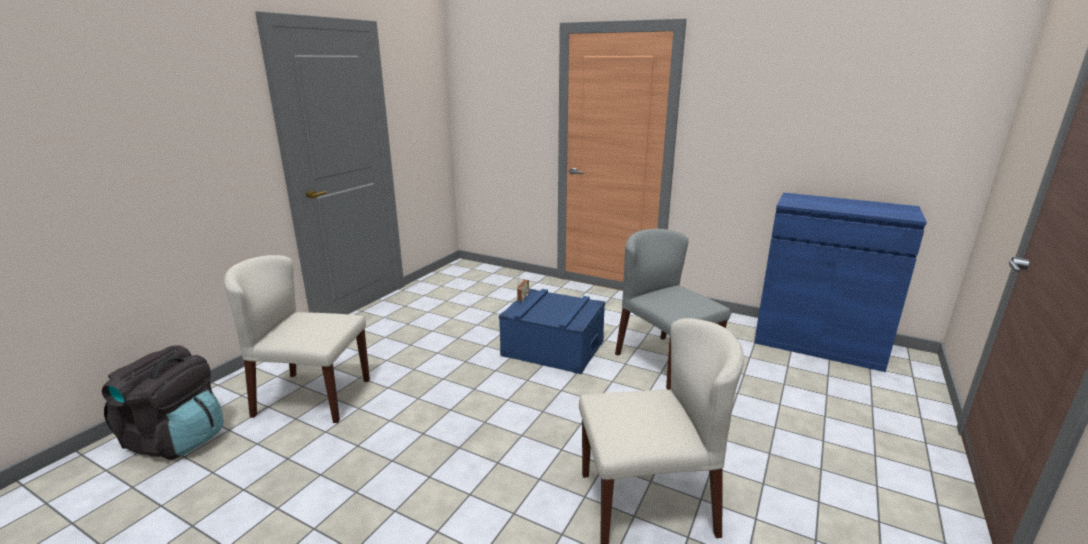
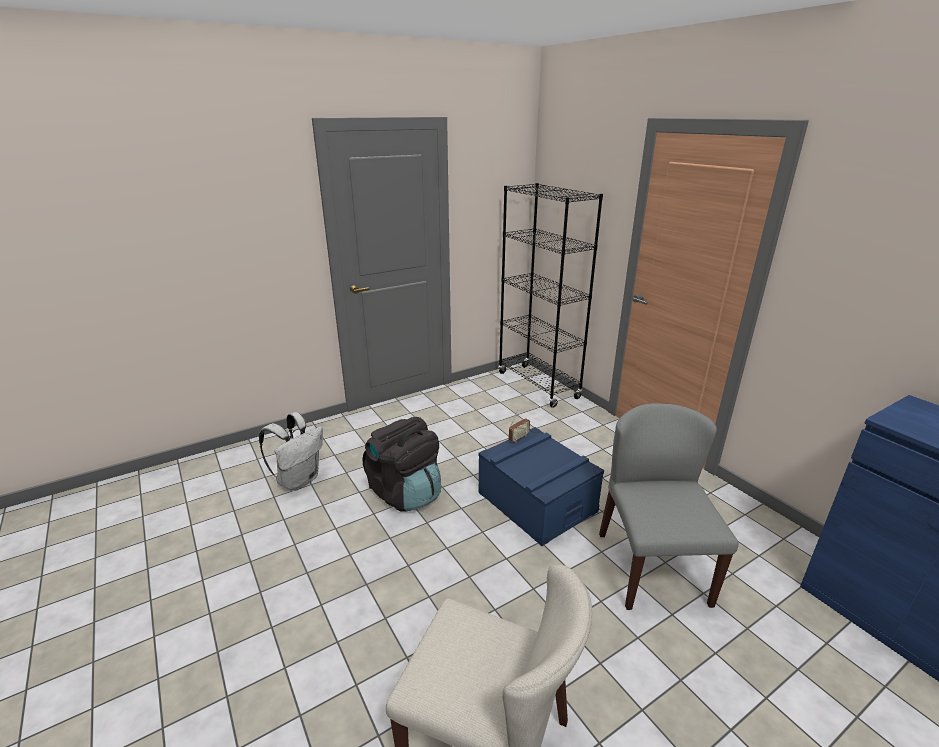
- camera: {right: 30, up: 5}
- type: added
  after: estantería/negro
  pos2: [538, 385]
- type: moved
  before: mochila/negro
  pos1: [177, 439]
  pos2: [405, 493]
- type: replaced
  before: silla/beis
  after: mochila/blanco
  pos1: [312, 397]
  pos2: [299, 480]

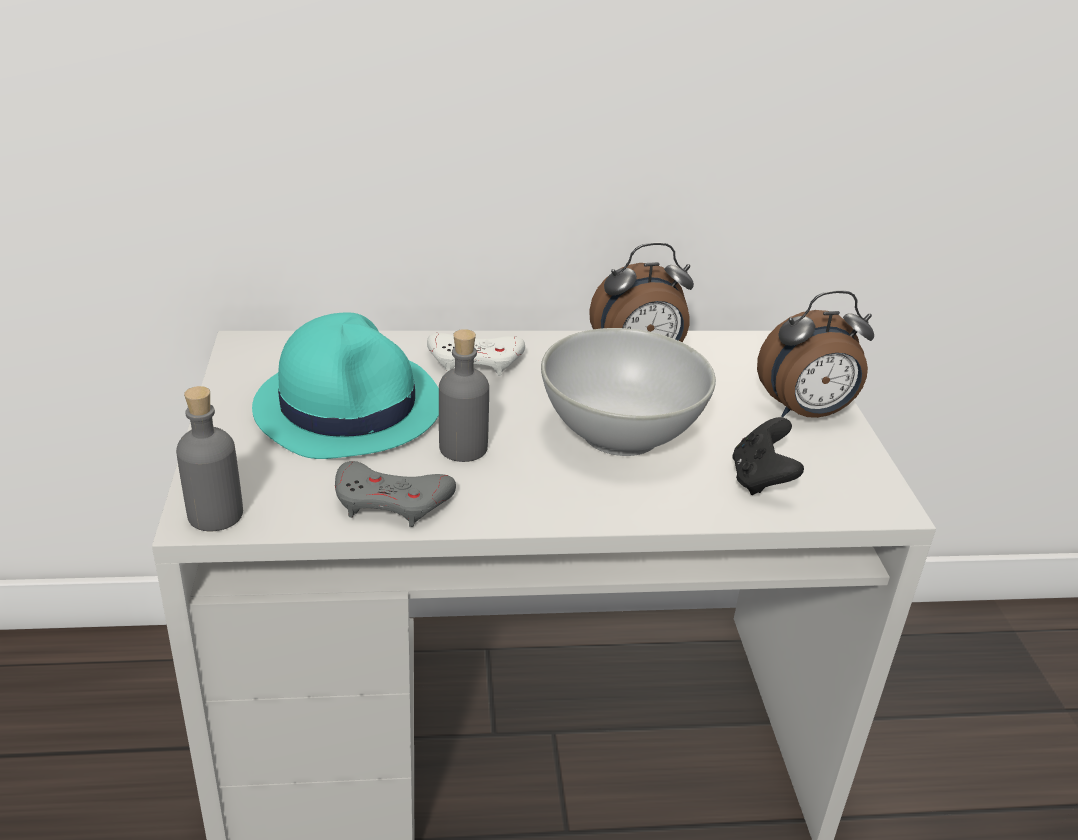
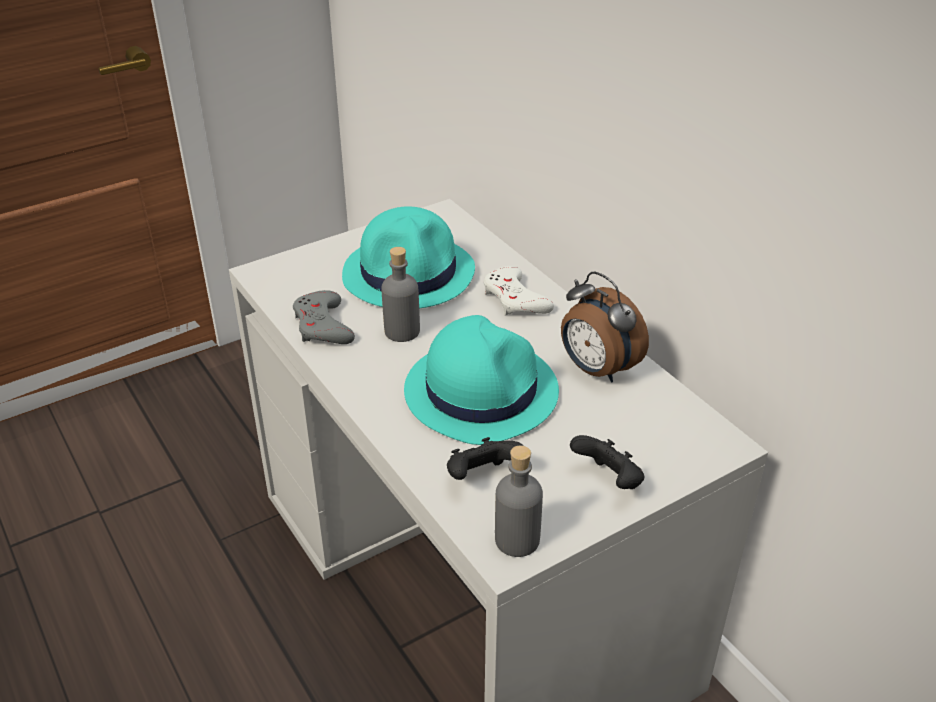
- camera: {right: 65, up: 5}
- type: moved
  before: botella/gris
  pos1: [215, 514]
  pos2: [517, 540]
- type: replaced
  before: cuenco/blanco
  after: sombrero/turquesa
  pos1: [619, 434]
  pos2: [481, 390]
- type: replaced
  before: despertador
  after: mando de consola/negro
  pos1: [806, 413]
  pos2: [608, 480]

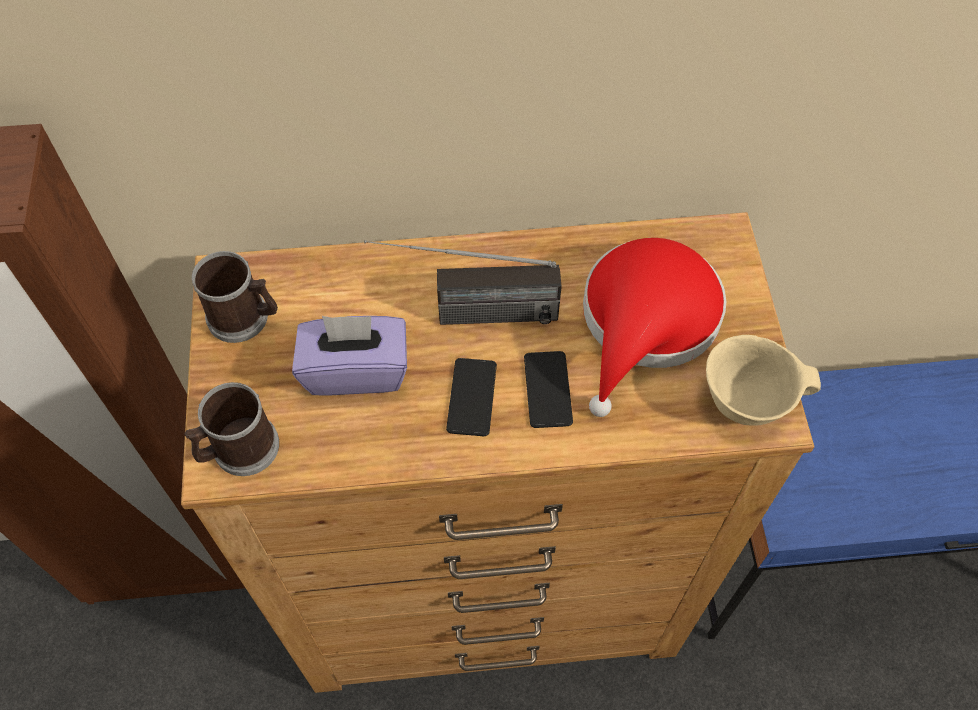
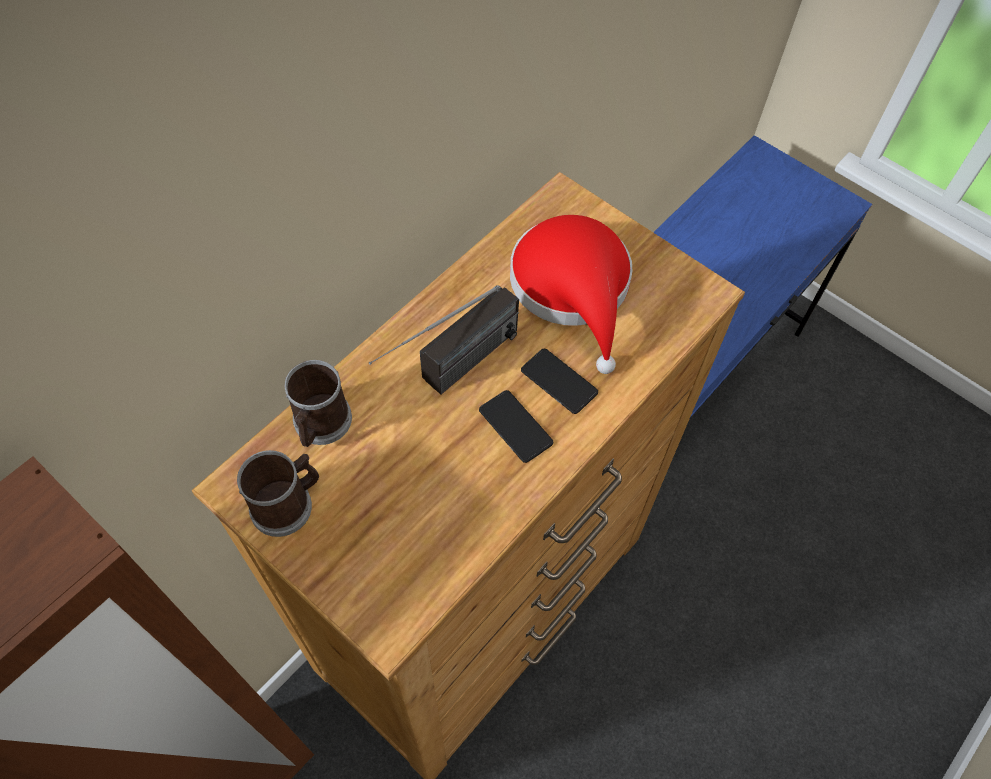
- camera: {right: -45, up: 0}
- type: removed
  before: caja de pañuelos/morado
  pos1: [356, 370]
- type: removed
  before: cuenco/beis
  pos1: [746, 400]
- type: moved
  before: taza grande
  pos1: [239, 450]
  pos2: [320, 425]

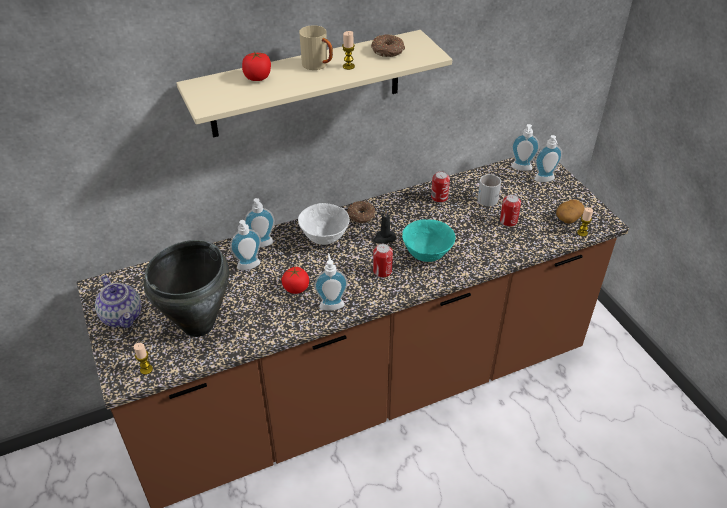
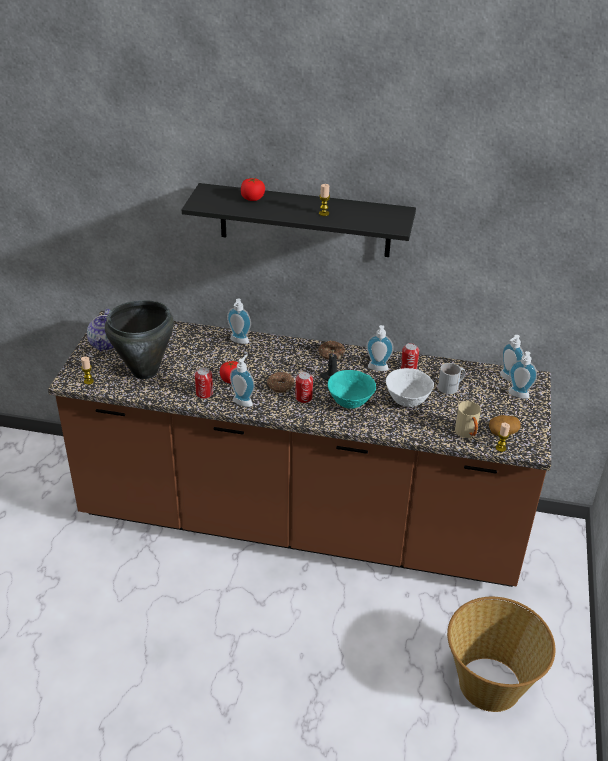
- camera: {right: 35, up: -5}
- type: added
  after: cesta
  pos2: [490, 683]
- type: moved
  before: dispensador de jabón
  pos1: [249, 267]
  pos2: [377, 369]
- type: moved
  before: cuenco/blanco
  pos1: [324, 238]
  pos2: [407, 401]
- type: moved
  before: taza grande/beis
  pos1: [318, 66]
  pos2: [467, 434]
- type: moved
  before: rosquilla
  pos1: [387, 51]
  pos2: [280, 386]
- type: moved
  before: lata
  pos1: [508, 221]
  pos2: [204, 393]
- type: recoloured
  before: estante/beis
  after: estante/negro
  pos1: [306, 84]
  pos2: [305, 220]

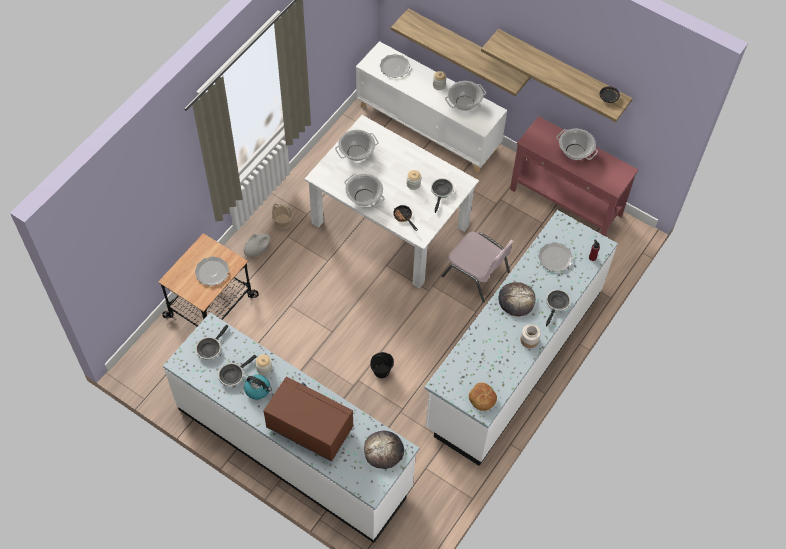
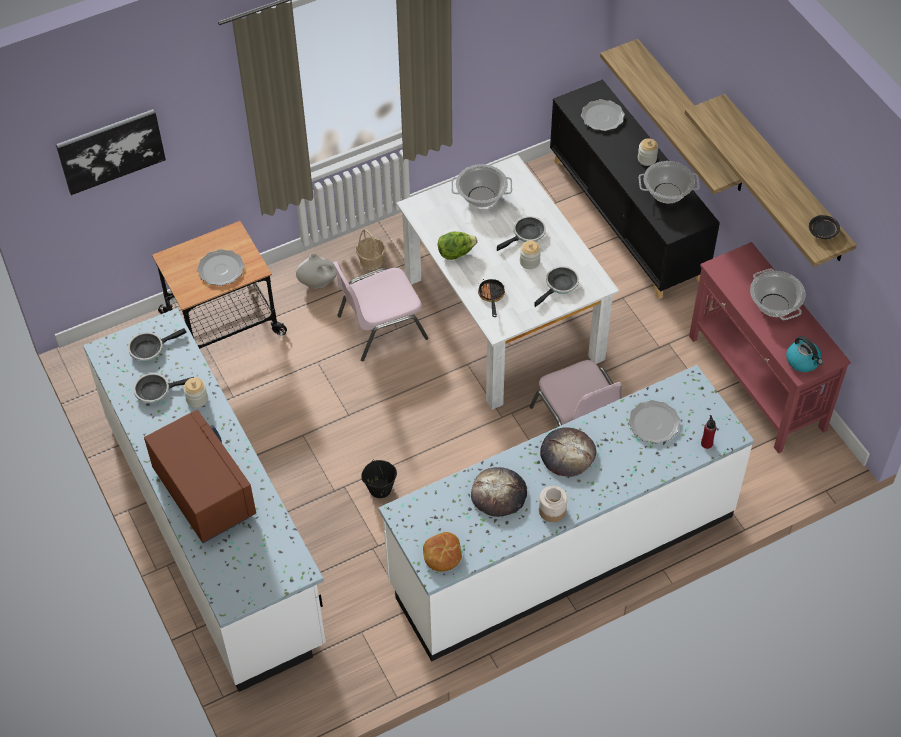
- camera: {right: 30, up: -5}
- type: added
  after: cuadro
  pos2: [110, 150]
- type: added
  after: silla/rosa
  pos2: [380, 327]
- type: moved
  before: hervidor
  pos1: [258, 389]
  pos2: [803, 361]
- type: moved
  before: pan
  pos1: [383, 450]
  pos2: [499, 494]
- type: moved
  before: sartén
  pos1: [557, 304]
  pos2: [527, 234]
- type: replaced
  before: olla
  after: lechuga
  pos1: [364, 197]
  pos2: [456, 253]
- type: recoloured
  before: armario/blanco
  after: armario/negro
  pos1: [428, 127]
  pos2: [626, 219]

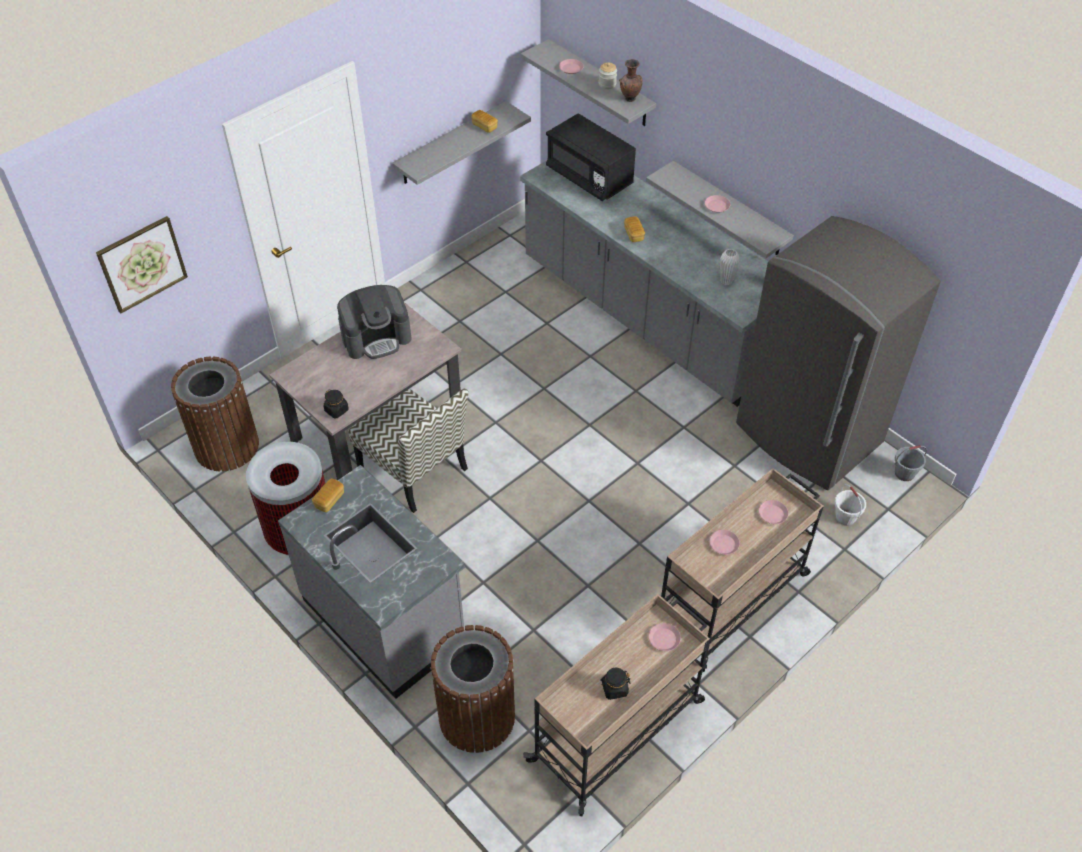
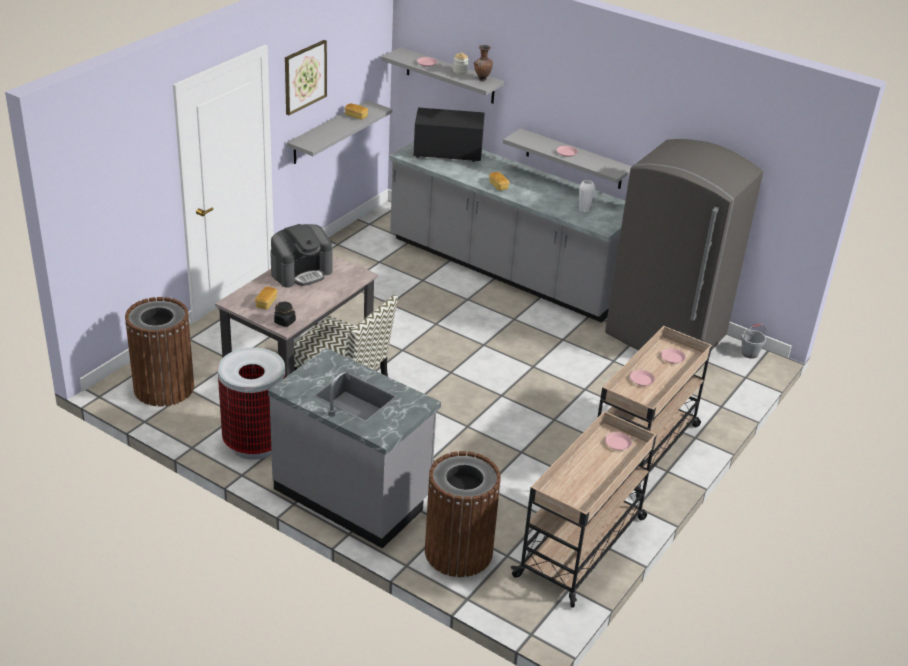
- camera: {right: -15, up: -15}
- type: removed
  before: tarro/negro
  pos1: [614, 689]
- type: removed
  before: cubo/blanco
  pos1: [845, 517]
- type: moved
  before: cuadro
  pos1: [142, 264]
  pos2: [305, 76]
- type: moved
  before: pan
  pos1: [329, 500]
  pos2: [266, 303]
- type: turned
  before: microondas/negro
  pos1: [589, 177]
  pos2: [447, 153]
  turn: 150

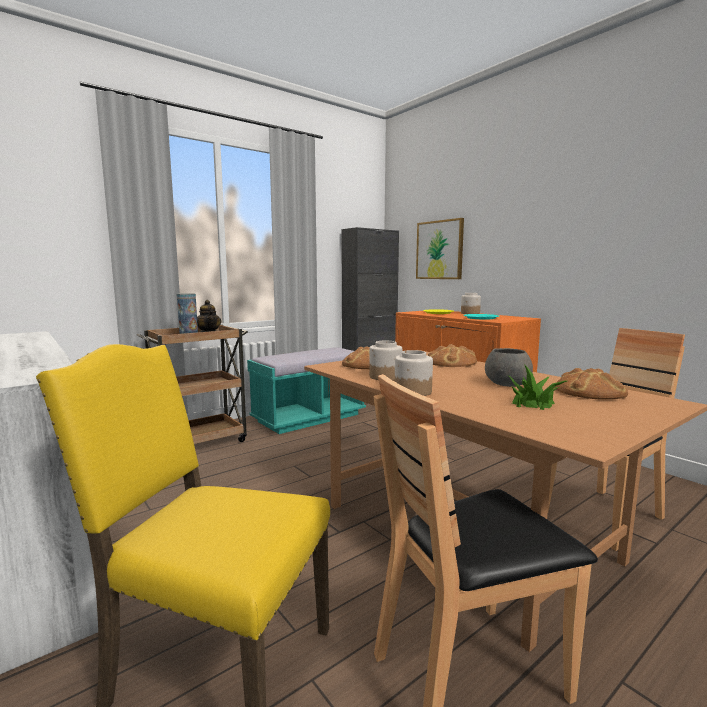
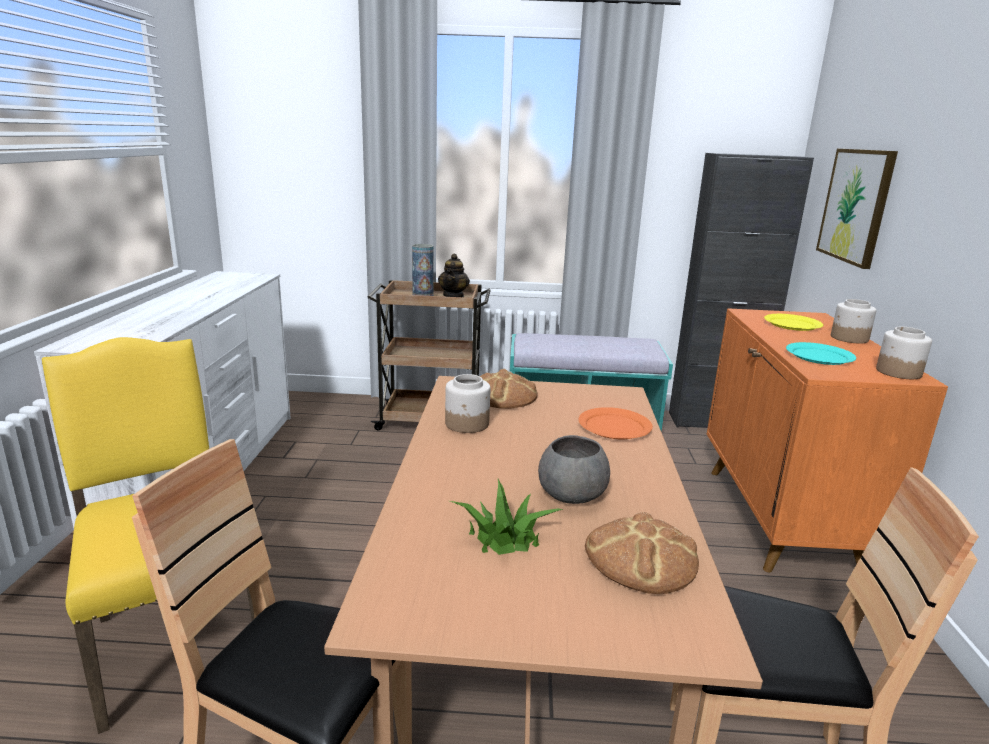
- camera: {right: 40, up: 10}
- type: moved
  before: tarro
  pos1: [412, 392]
  pos2: [898, 372]
- type: replaced
  before: pan
  after: plato/naranja
  pos1: [451, 362]
  pos2: [615, 427]

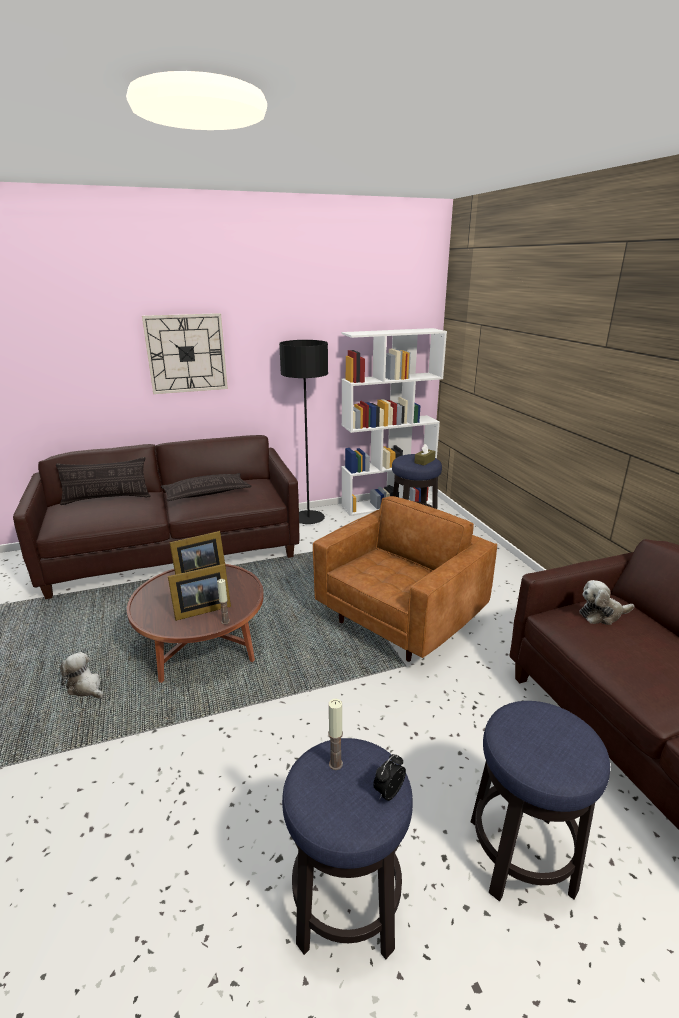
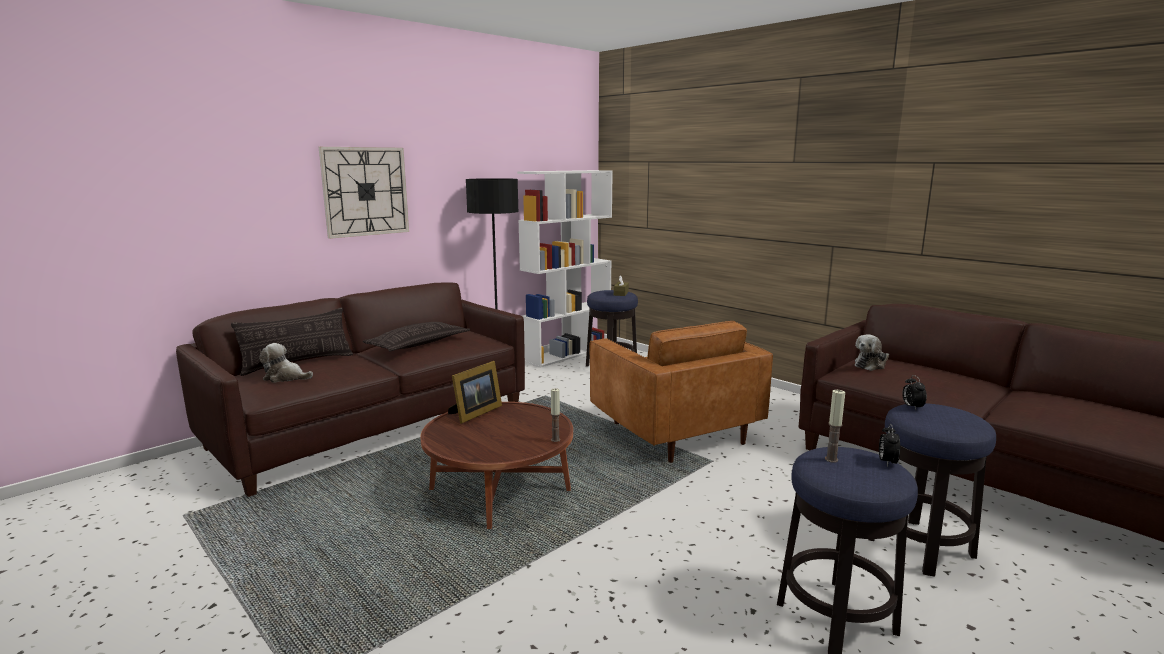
- camera: {right: -25, up: -10}
- type: removed
  before: portarretratos
  pos1: [200, 610]
- type: added
  after: despertador
  pos2: [912, 407]
- type: moved
  before: peluche
  pos1: [85, 687]
  pos2: [285, 377]
- type: turned
  before: sillón/marrón
  pos1: [401, 620]
  pos2: [674, 432]
  turn: 135

